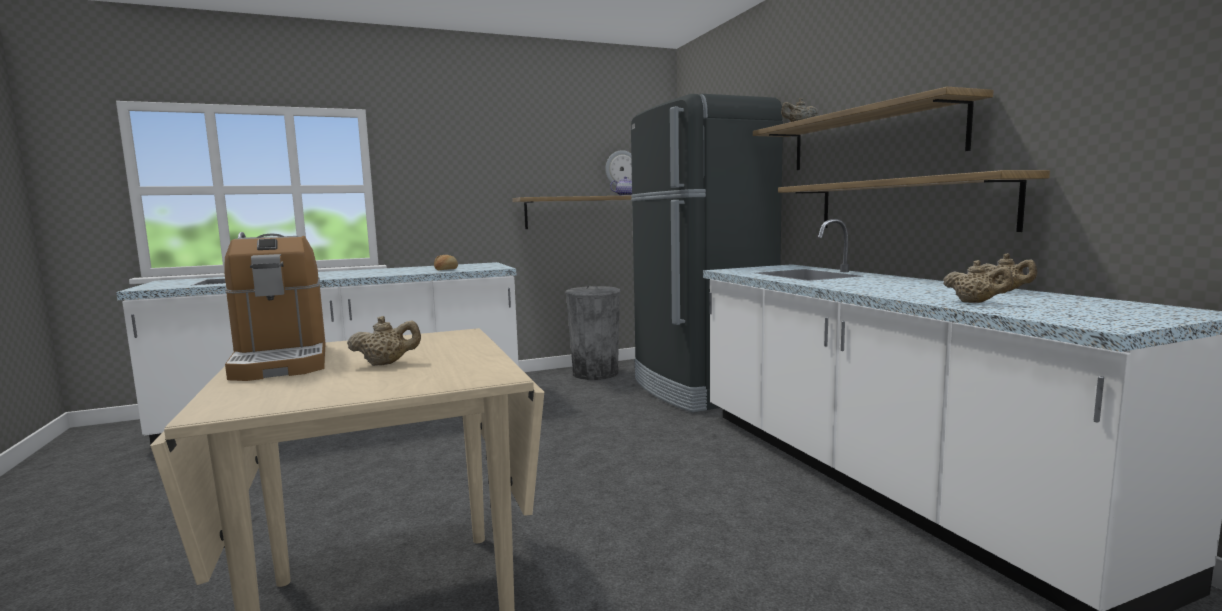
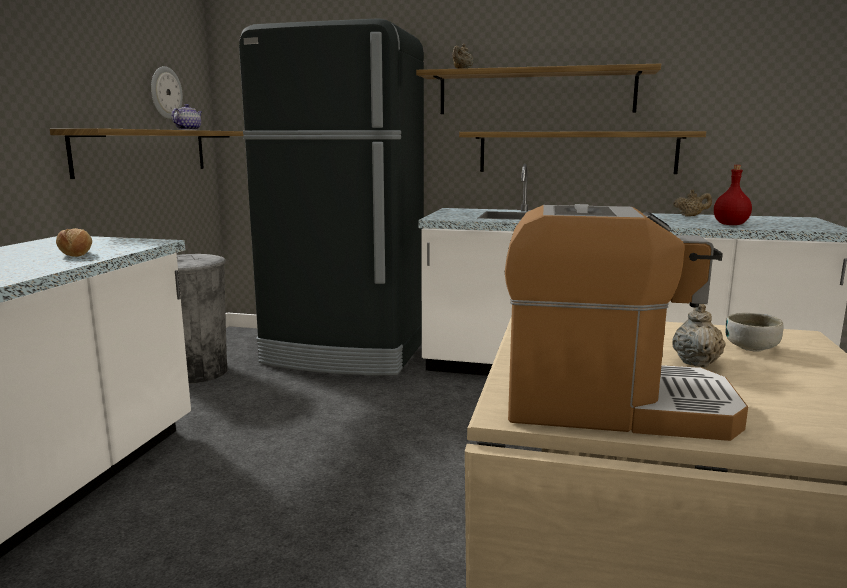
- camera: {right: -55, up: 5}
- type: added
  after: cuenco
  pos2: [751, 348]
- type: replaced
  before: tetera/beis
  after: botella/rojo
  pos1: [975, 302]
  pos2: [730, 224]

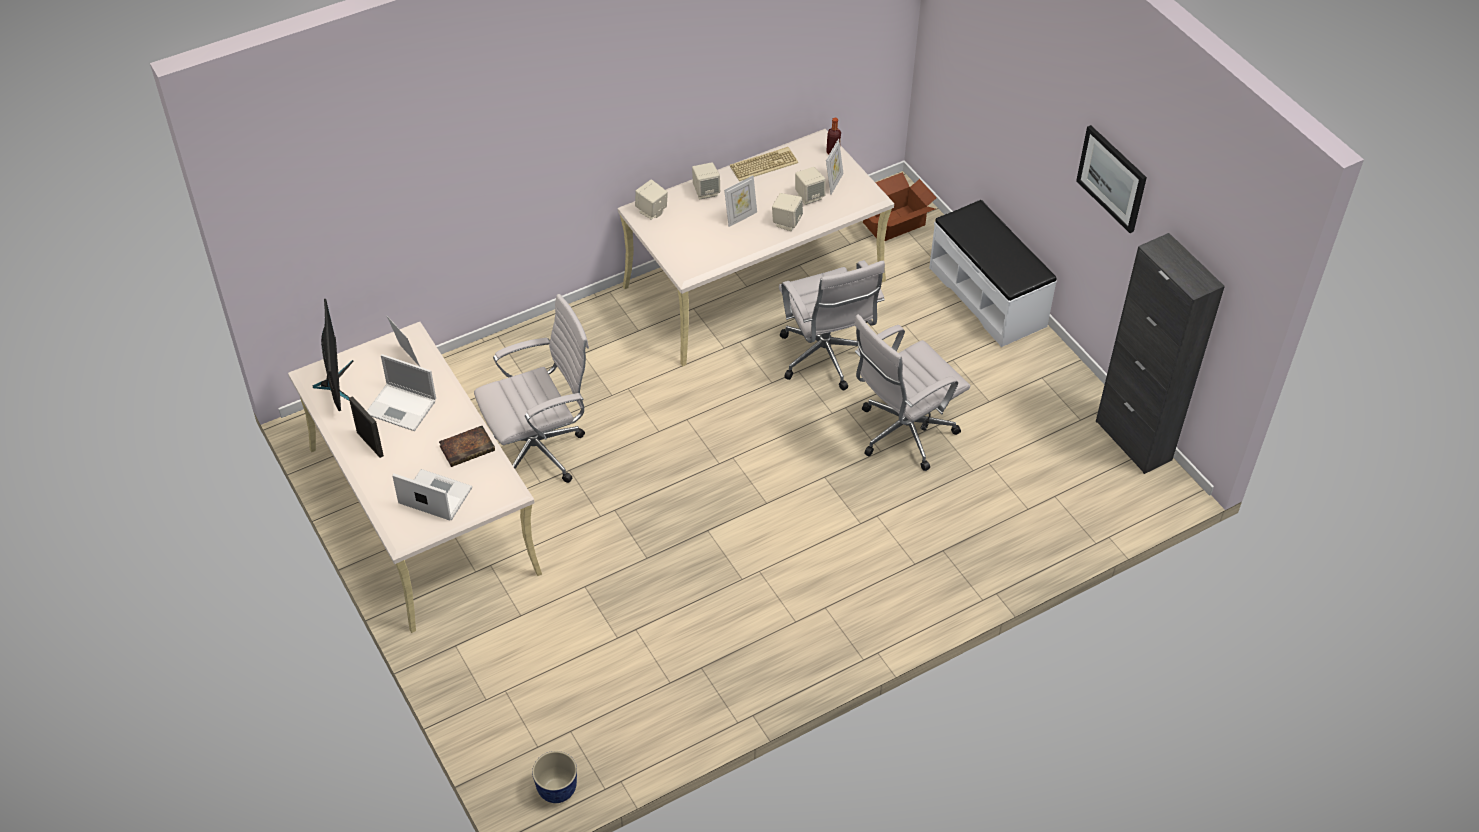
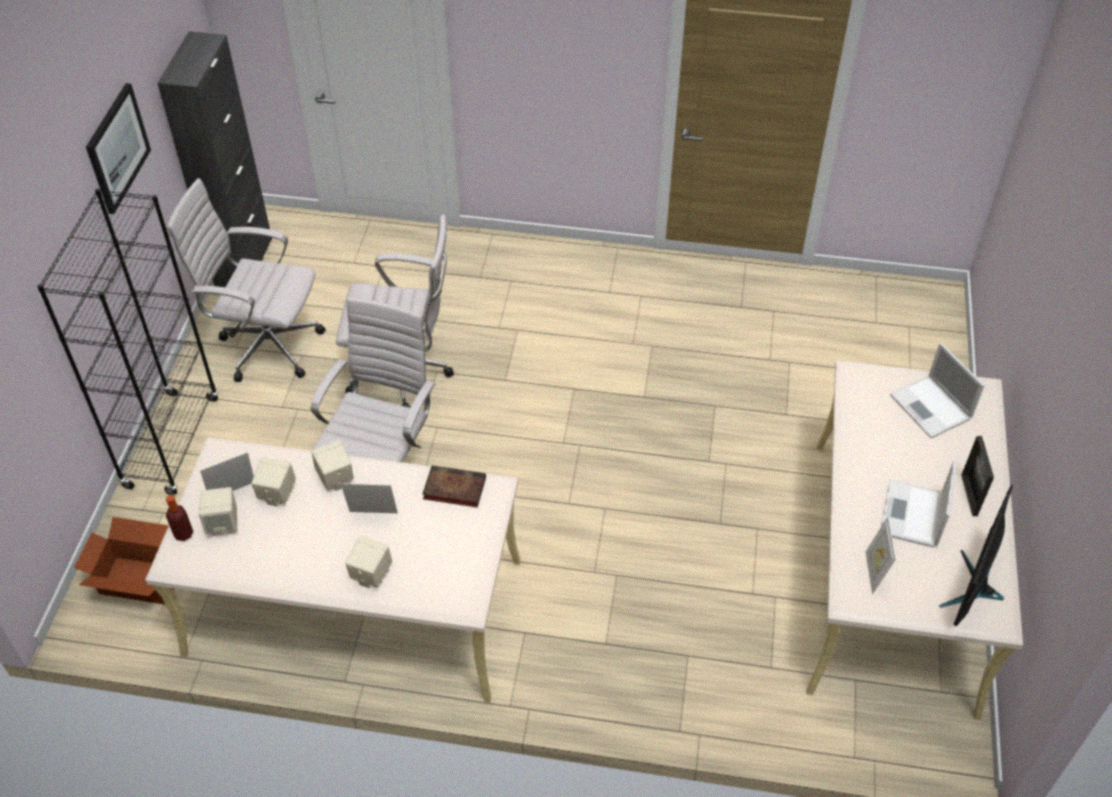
- camera: {right: -140, up: 0}
- type: removed
  before: maceta
  pos1: [557, 789]
- type: removed
  before: teclado
  pos1: [763, 164]
- type: moved
  before: libro
  pos1: [468, 448]
  pos2: [453, 489]
- type: moved
  before: silla de oficina/blanco
  pos1: [540, 451]
  pos2: [266, 346]
- type: moved
  before: altavoz/beis
  pos1: [651, 211]
  pos2: [223, 523]
- type: replaced
  before: banco/blanco
  after: estantería/negro
  pos1: [988, 296]
  pos2: [172, 442]
- type: turned
  before: portátil
  pos1: [402, 407]
  pos2: [912, 515]
  turn: -135

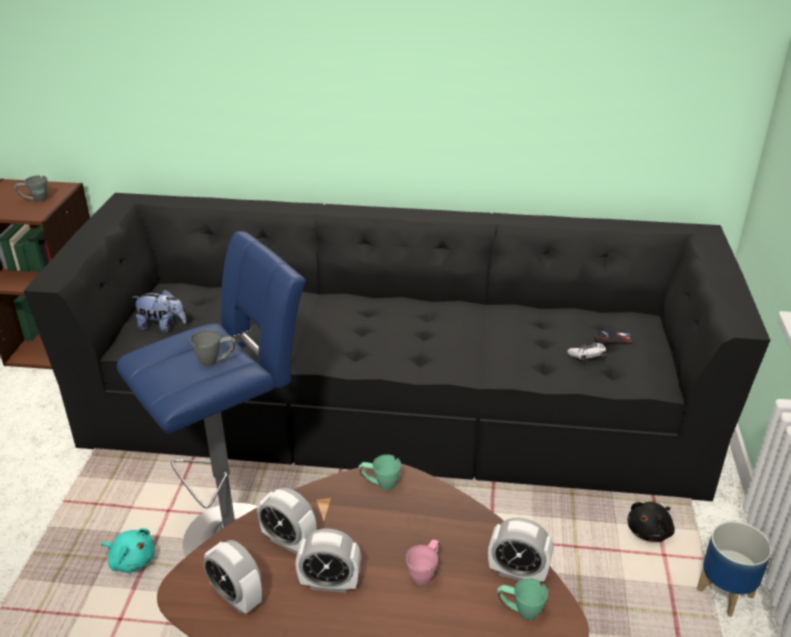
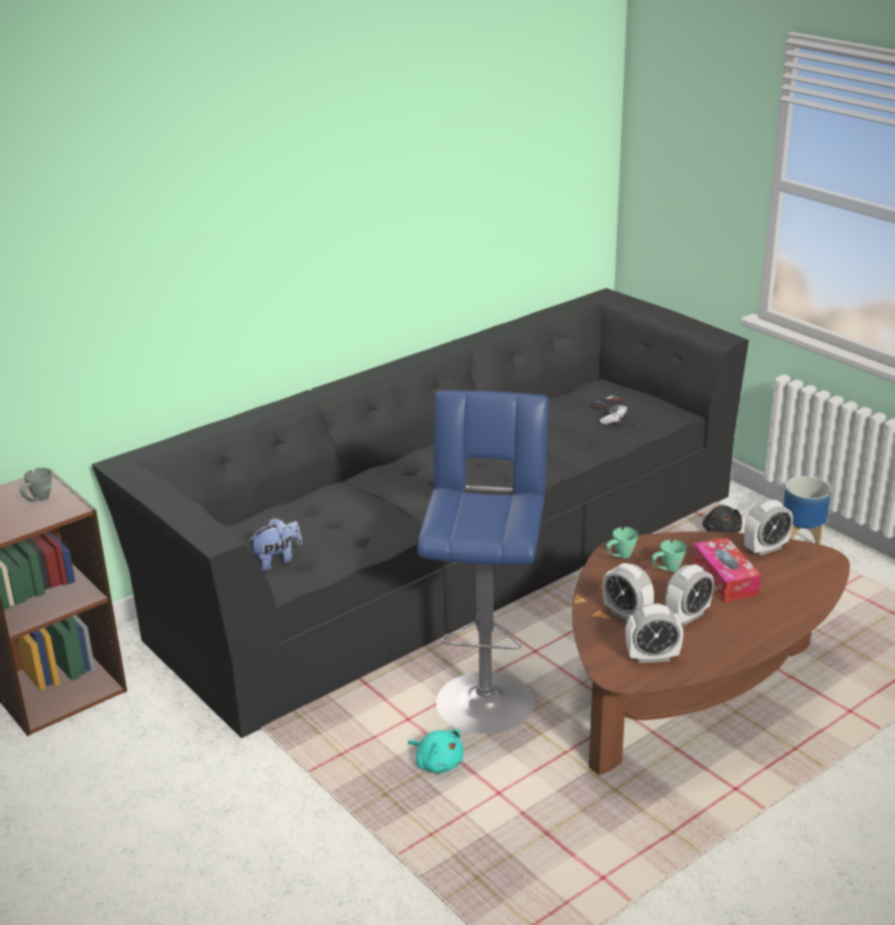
- camera: {right: -45, up: -5}
- type: removed
  before: taza grande/gris
  pos1: [216, 361]
- type: moved
  before: taza grande/verde
  pos1: [520, 611]
  pos2: [666, 570]
- type: replaced
  before: taza grande/rosa
  after: caja de pañuelos
  pos1: [425, 573]
  pos2: [724, 579]
- type: turned
  before: peluche/turquesa
  pos1: [131, 560]
  pos2: [438, 763]
  turn: 60
- type: turned
  before: despertador
  pos1: [289, 542]
  pos2: [626, 615]
  turn: 60

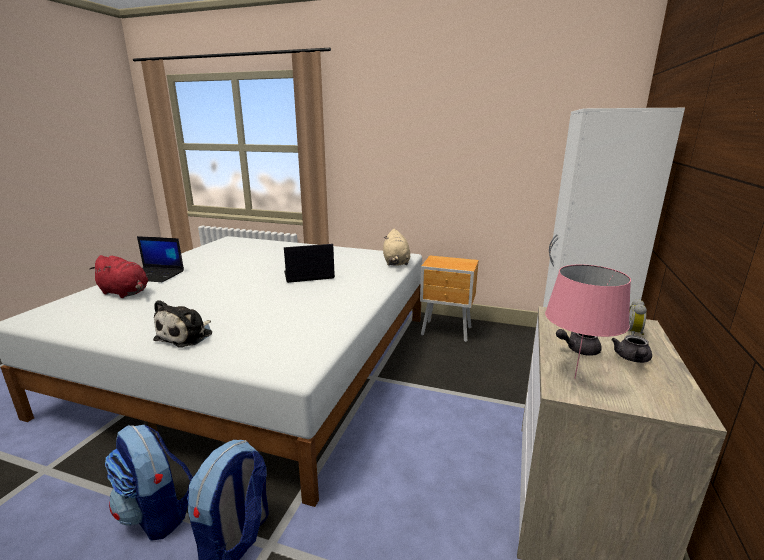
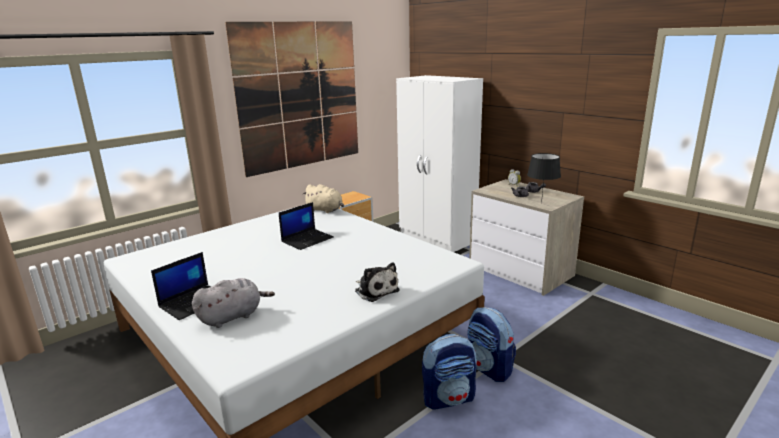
- camera: {right: -60, up: 0}
- type: added
  after: cuadro
  pos2: [300, 96]
- type: recoloured
  before: peluche/rojo
  after: peluche/gris
  pos1: [125, 293]
  pos2: [233, 316]
- type: recoloured
  before: lámpara de mesa/rosa
  after: lámpara de mesa/negro
  pos1: [574, 378]
  pos2: [541, 203]
- type: turned
  before: portátil
  pos1: [308, 275]
  pos2: [307, 239]
  turn: -150

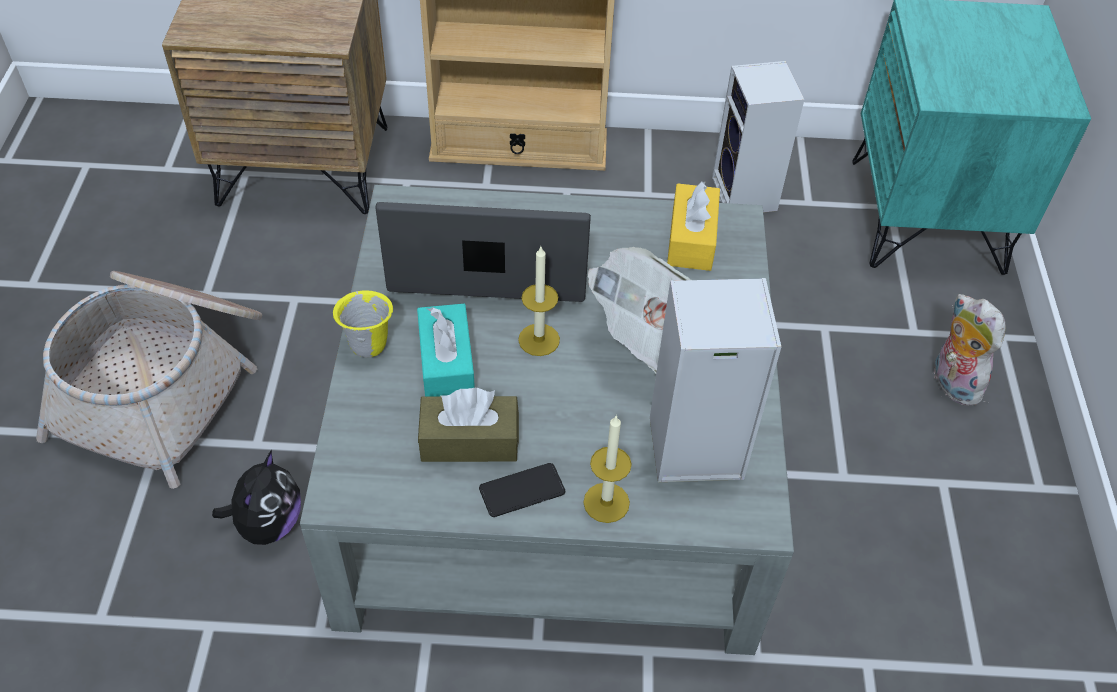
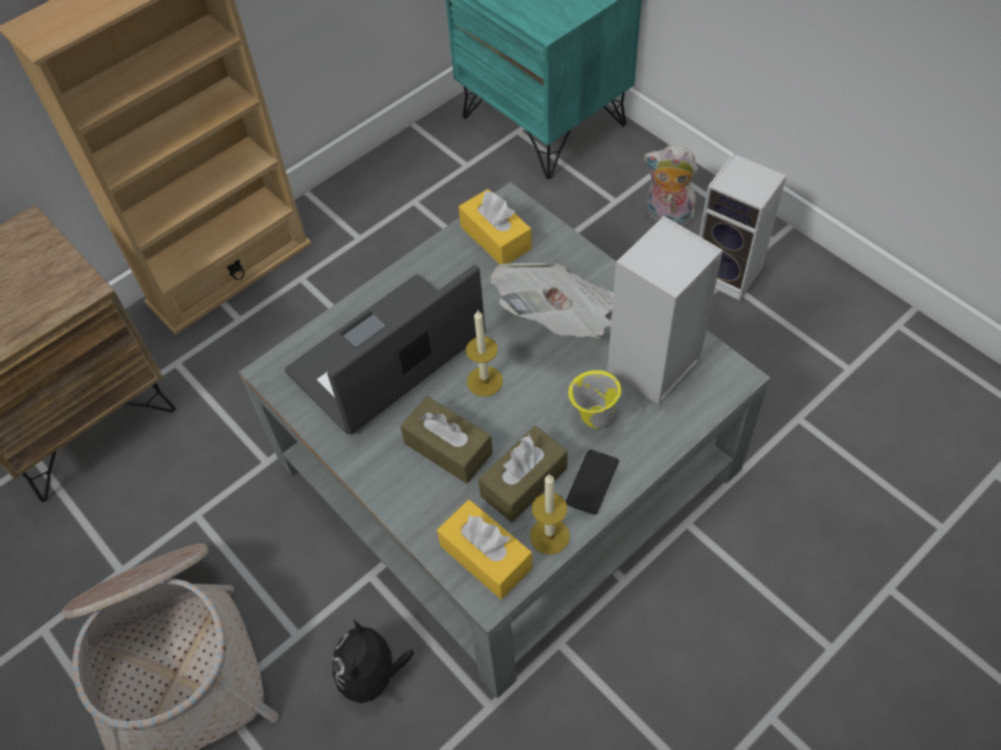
- camera: {right: -40, up: 5}
- type: added
  after: caja de pañuelos/amarillo
  pos2: [486, 556]
- type: moved
  before: taza grande/amarillo
  pos1: [368, 345]
  pos2: [593, 417]
- type: moved
  before: vela
  pos1: [606, 502]
  pos2: [549, 536]
- type: moved
  before: altavoz
  pos1: [746, 195]
  pos2: [730, 273]
- type: recoloured
  before: caja de pañuelos/turquesa
  after: caja de pañuelos/marrón
  pos1: [446, 364]
  pos2: [448, 448]
- type: turned
  before: peluche
  pos1: [268, 524]
  pos2: [372, 677]
  turn: -150

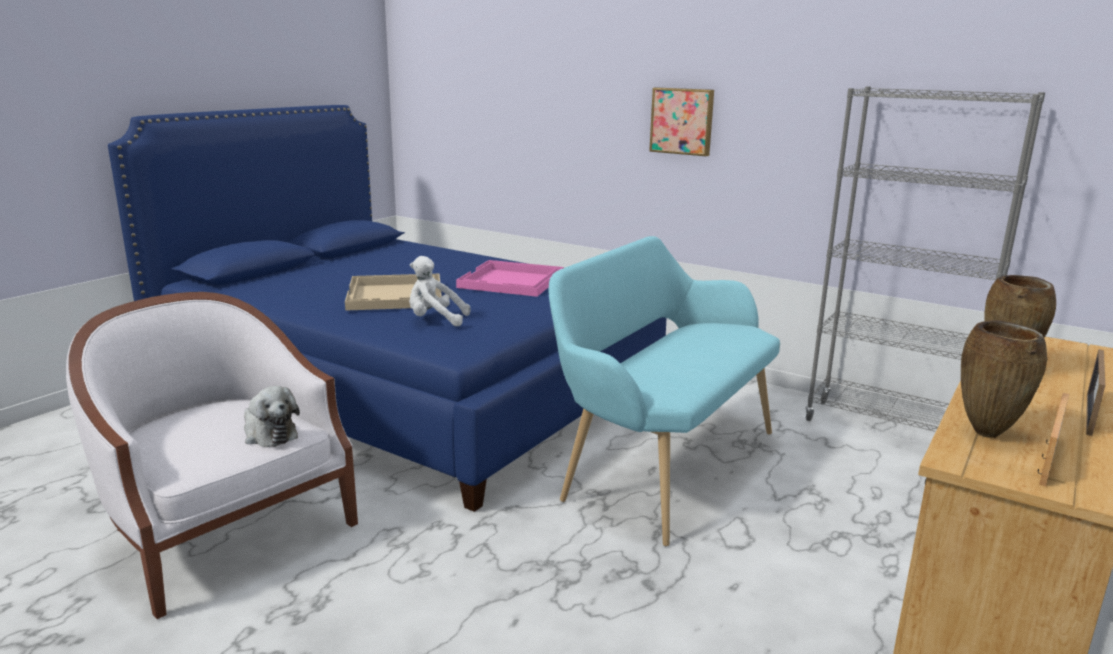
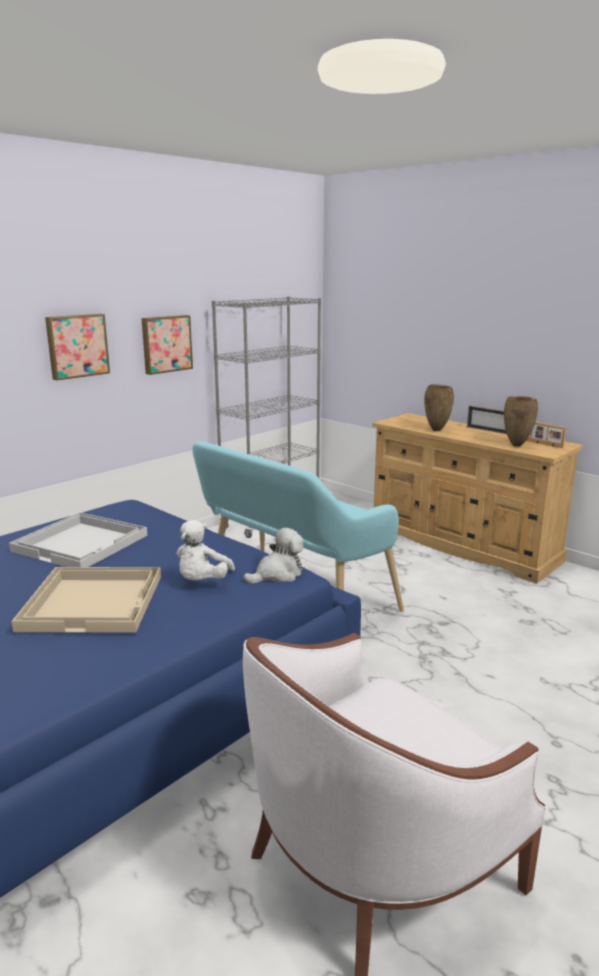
- camera: {right: -80, up: 0}
- type: added
  after: cuadro
  pos2: [166, 344]
- type: moved
  before: peluche
  pos1: [269, 434]
  pos2: [277, 574]
- type: recoloured
  before: bandeja/rosa
  after: bandeja/blanco
  pos1: [512, 281]
  pos2: [82, 543]

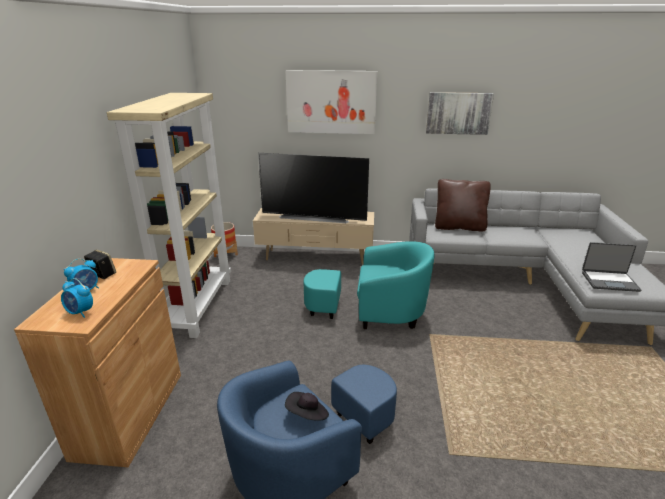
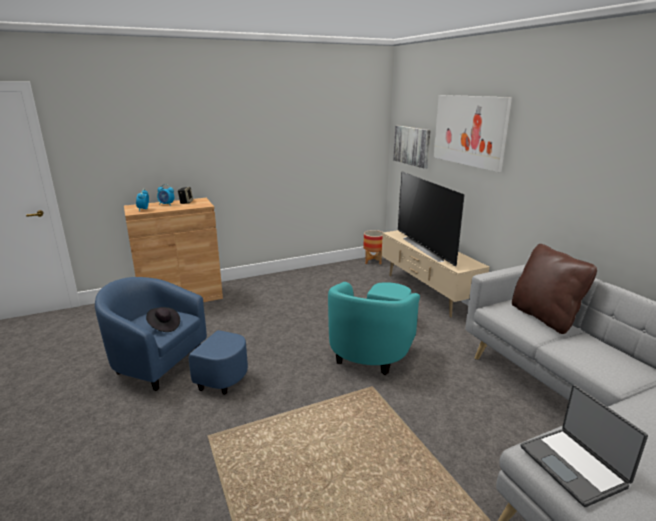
- camera: {right: 60, up: -5}
- type: removed
  before: estantería/beis
  pos1: [198, 305]
- type: moved
  before: cuadro
  pos1: [458, 113]
  pos2: [412, 146]
- type: turned
  before: sillón/turquesa
  pos1: [373, 312]
  pos2: [374, 345]
  turn: 45

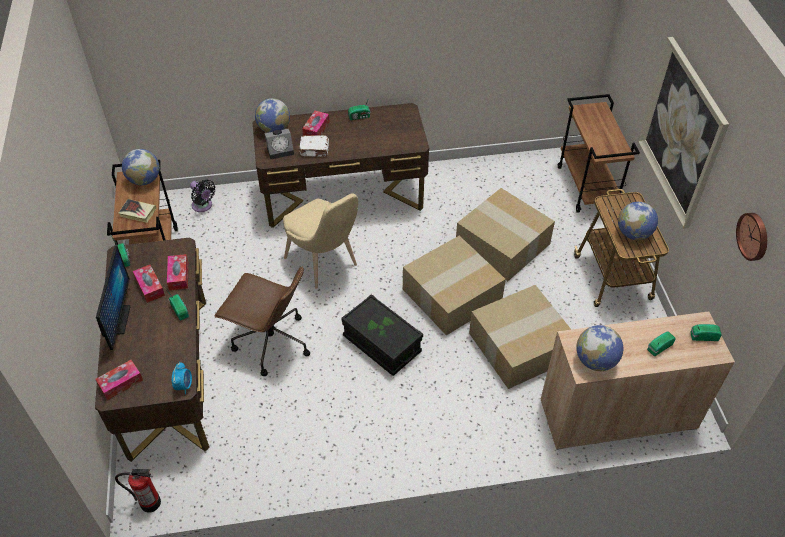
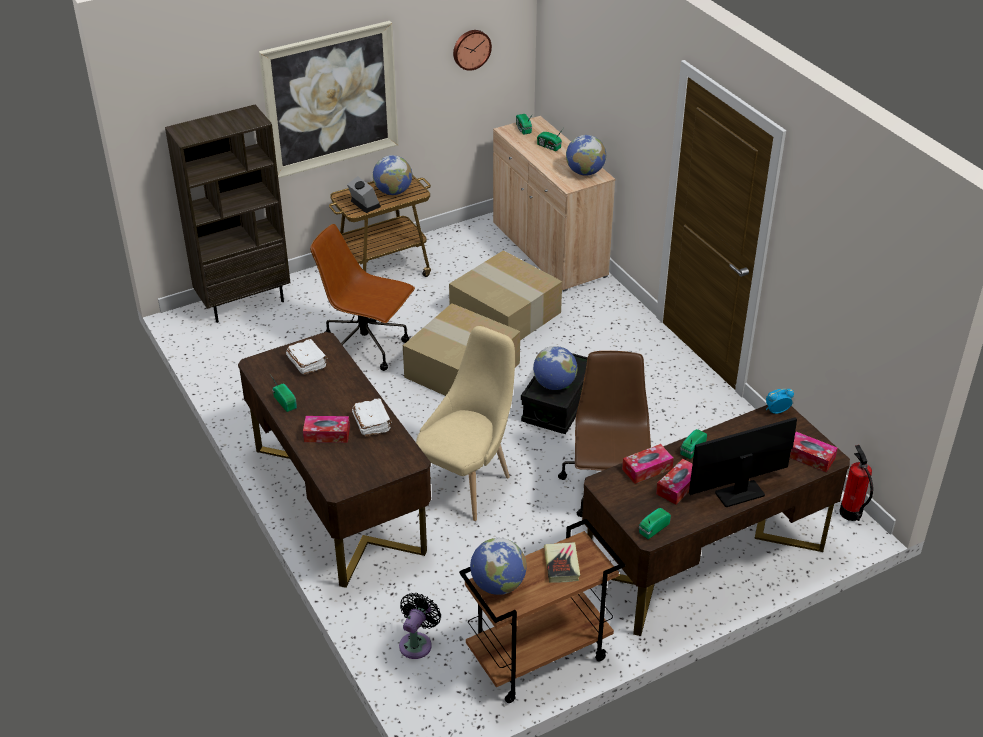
- camera: {right: -110, up: -10}
- type: added
  after: libro/blanco
  pos2: [307, 362]
- type: moved
  before: globo terráqueo
  pos1: [274, 129]
  pos2: [554, 385]
- type: moved
  before: despertador
  pos1: [281, 150]
  pos2: [363, 204]
- type: replaced
  before: caja de cartón
  after: silla de oficina/marrón
  pos1: [504, 244]
  pos2: [366, 347]
- type: replaced
  before: carrito/marrón
  after: estantería/marrón
  pos1: [587, 187]
  pos2: [244, 302]

